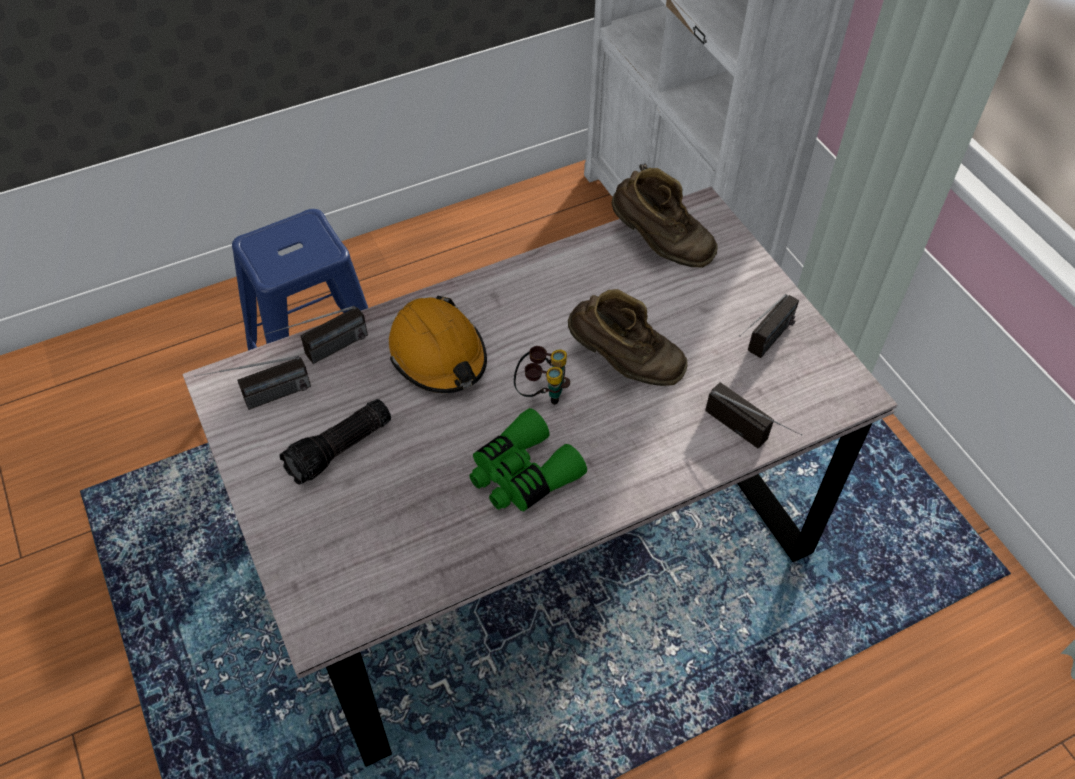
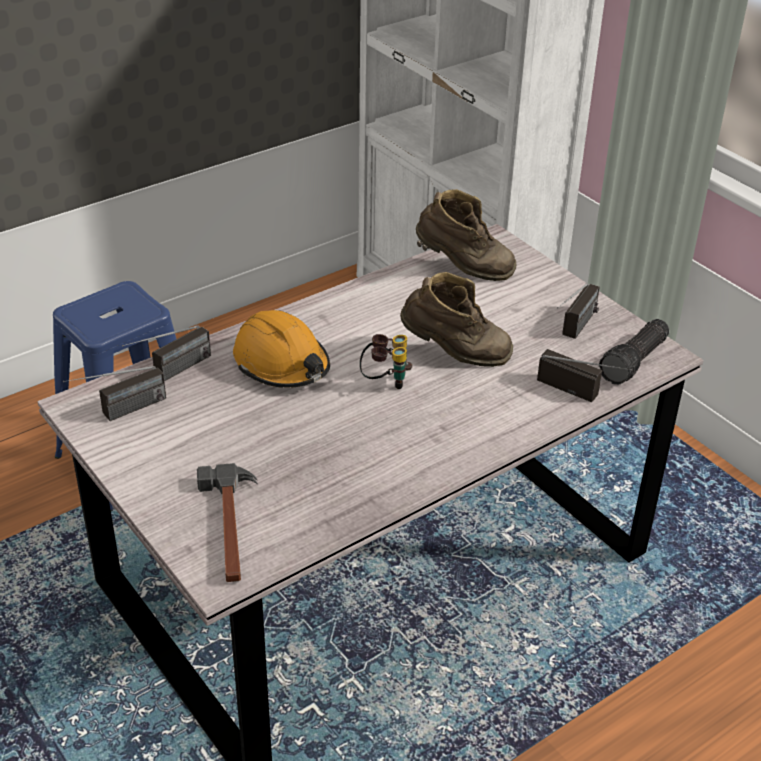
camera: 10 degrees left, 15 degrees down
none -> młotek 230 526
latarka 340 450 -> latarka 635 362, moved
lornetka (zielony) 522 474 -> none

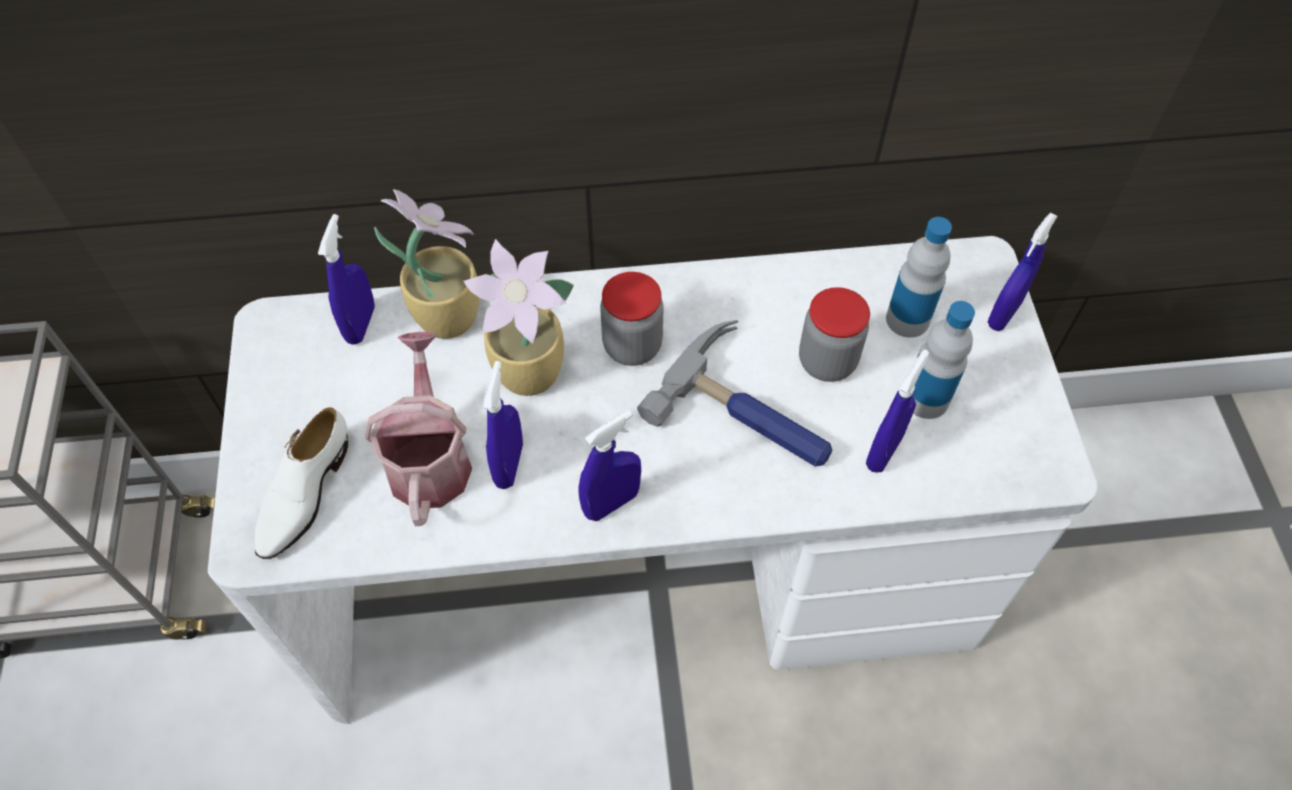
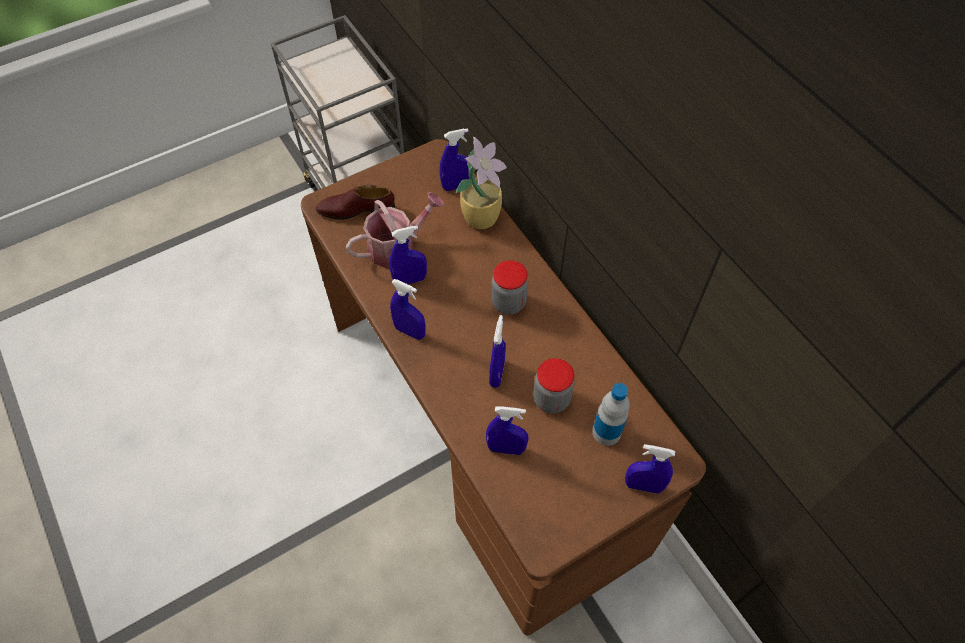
camera: 65 degrees right, 0 degrees up
biurko (biały) 645 569 -> biurko (brązowy) 483 428
but (biały) 304 494 -> but (brązowy) 356 210
młotek 751 412 -> spryskiwacz (niebieski) 497 373
roślina doniczkowa 532 375 -> none
butelka 926 399 -> none

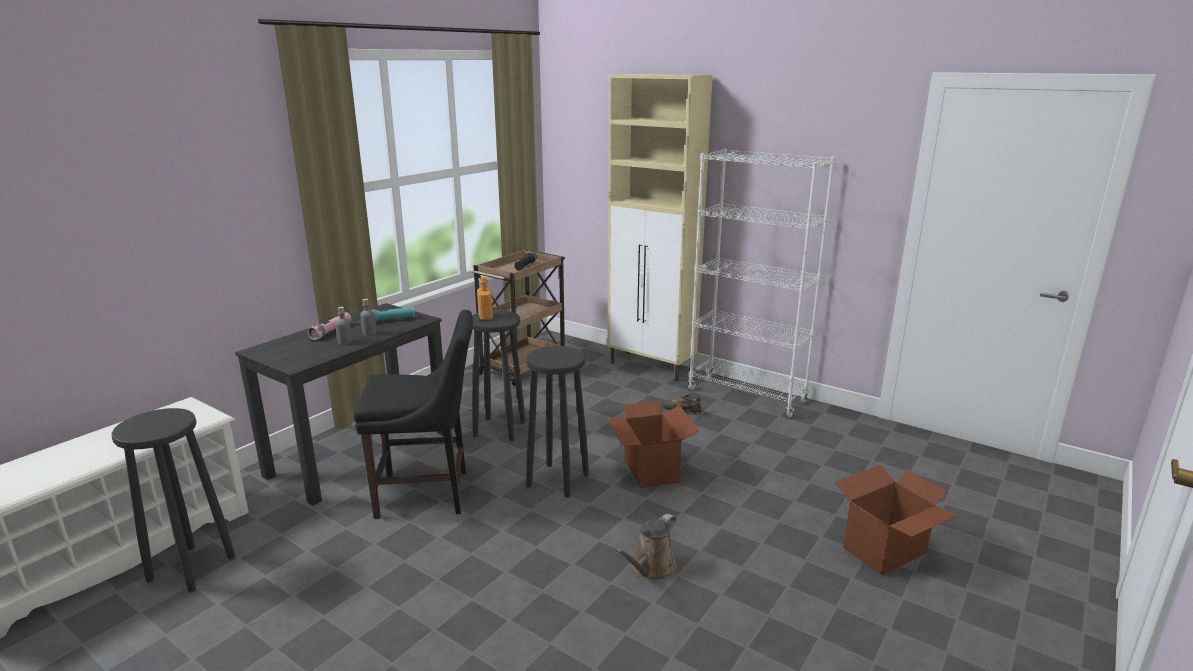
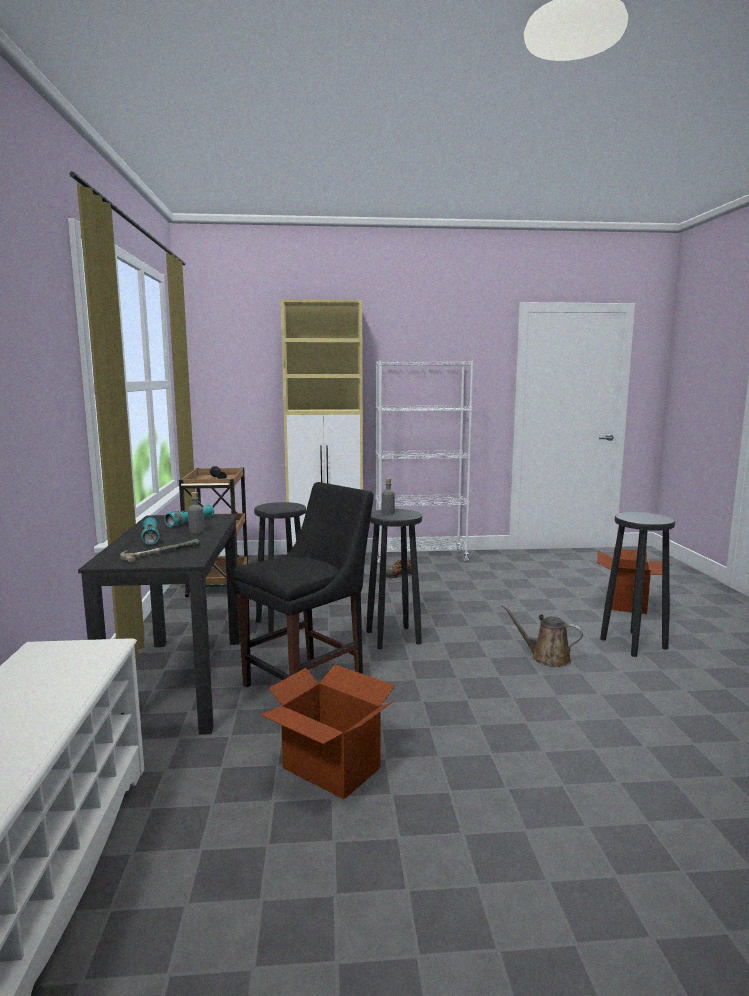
camera: 40 degrees left, 10 degrees down
none -> młotek 159 552
latarka (różowy) 331 331 -> latarka (turkusowy) 151 538
karton 650 471 -> karton 330 769, moved
butelka (szary) 345 342 -> butelka (szary) 388 513, moved
konewka (brązowy) 651 569 -> konewka (brązowy) 546 658, 120 degrees clockwise
stołek (czarny) 190 569 -> stołek (czarny) 634 644, moved
butelka (pomarańczowy) 485 317 -> none

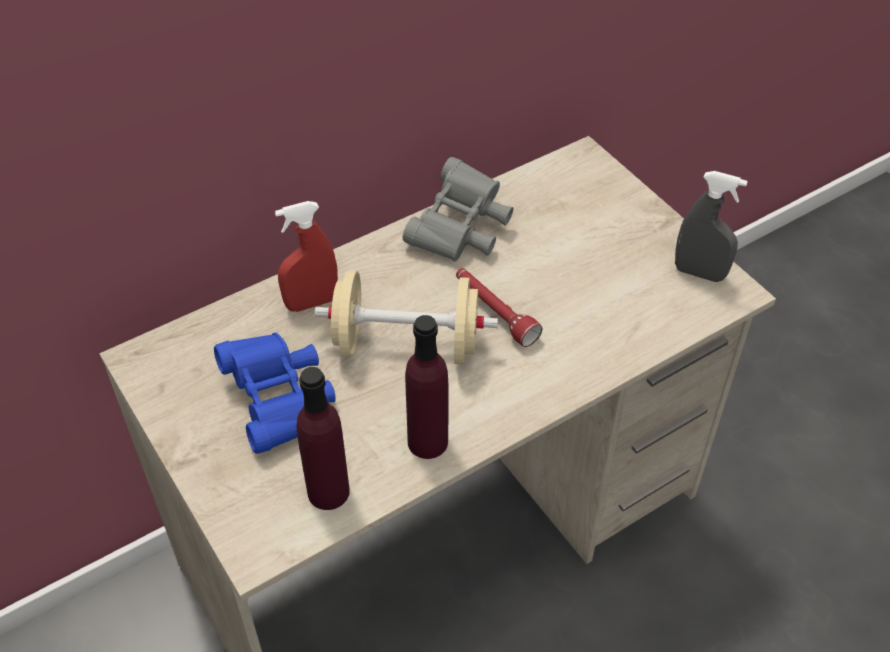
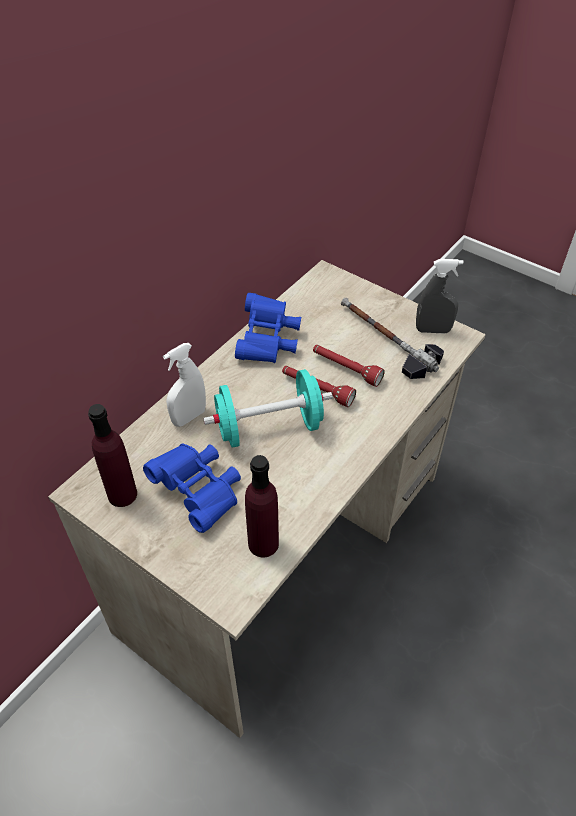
camera: 20 degrees left, 0 degrees up
butelka (fioletowy) 427 442 -> butelka (fioletowy) 122 494, moved
spryskiwacz (czerwony) 311 303 -> spryskiwacz (biały) 189 417
hantel (beżowy) 407 345 -> hantel (turkusowy) 269 427
lornetka (szary) 460 230 -> lornetka (niebieski) 268 341
none -> latarka (czerwony) 346 369
none -> młotek 385 340

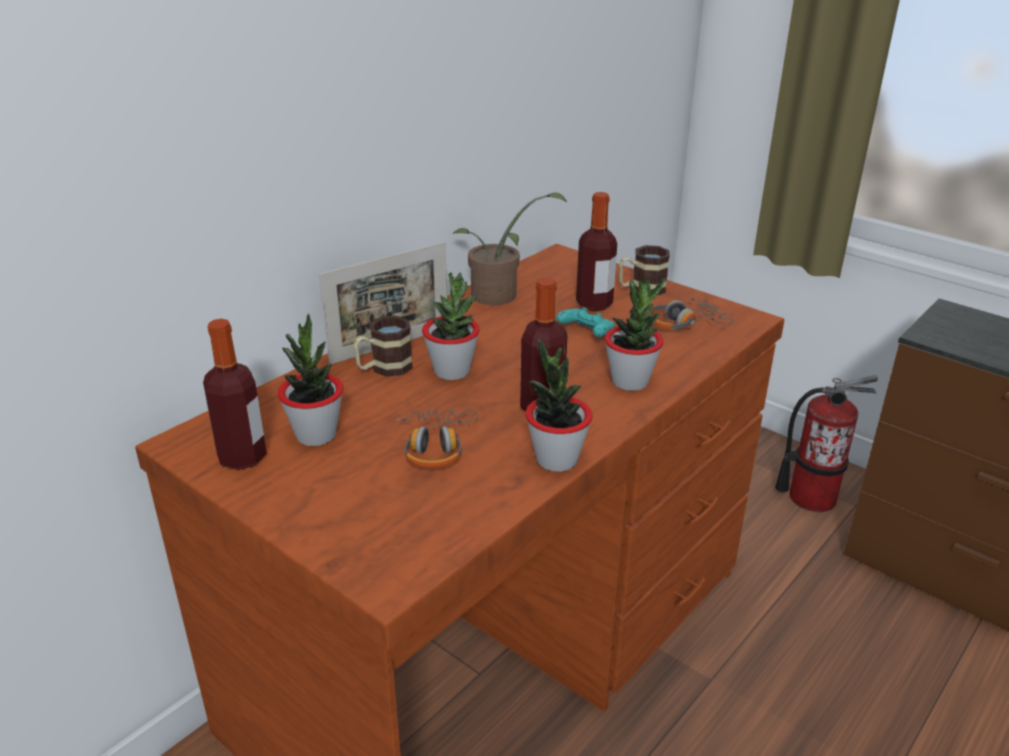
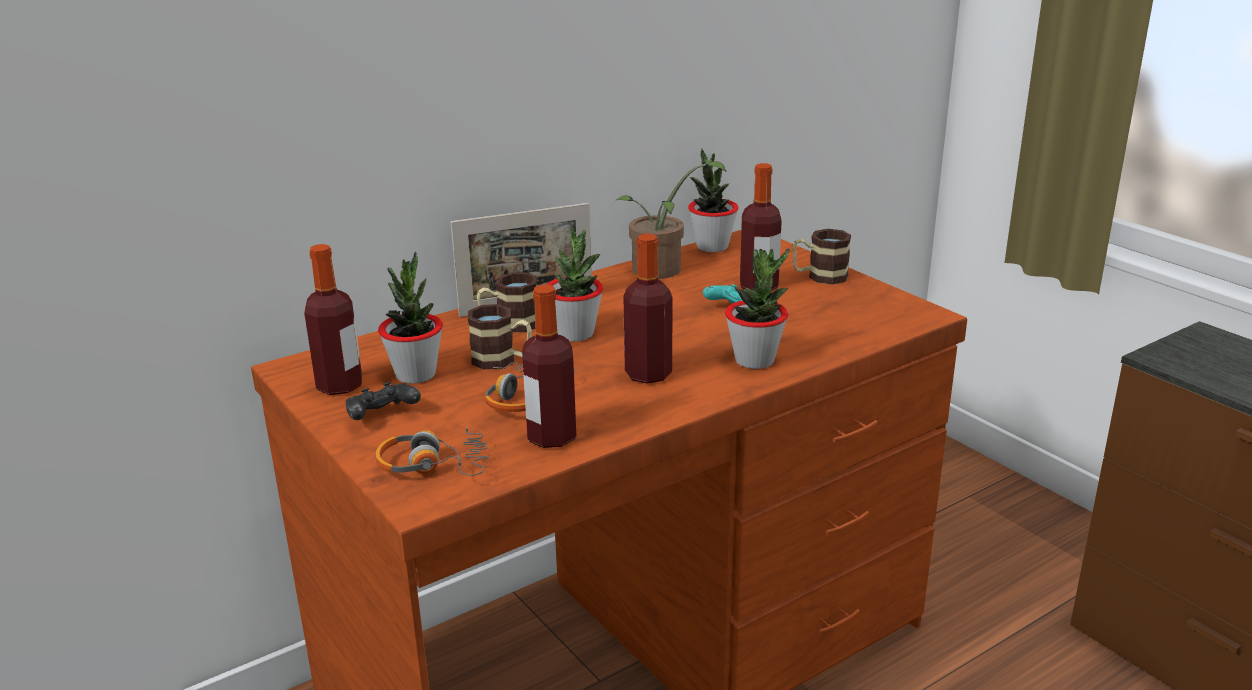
camera: 15 degrees right, 5 degrees down
none -> pad do gier (czarny) 382 416
słuchawki 685 323 -> słuchawki 433 465, moved
none -> kubek 502 360
none -> butelka 551 437
roślina doniczkowa 556 459 -> roślina doniczkowa 712 247, moved
gaśnica 811 497 -> none

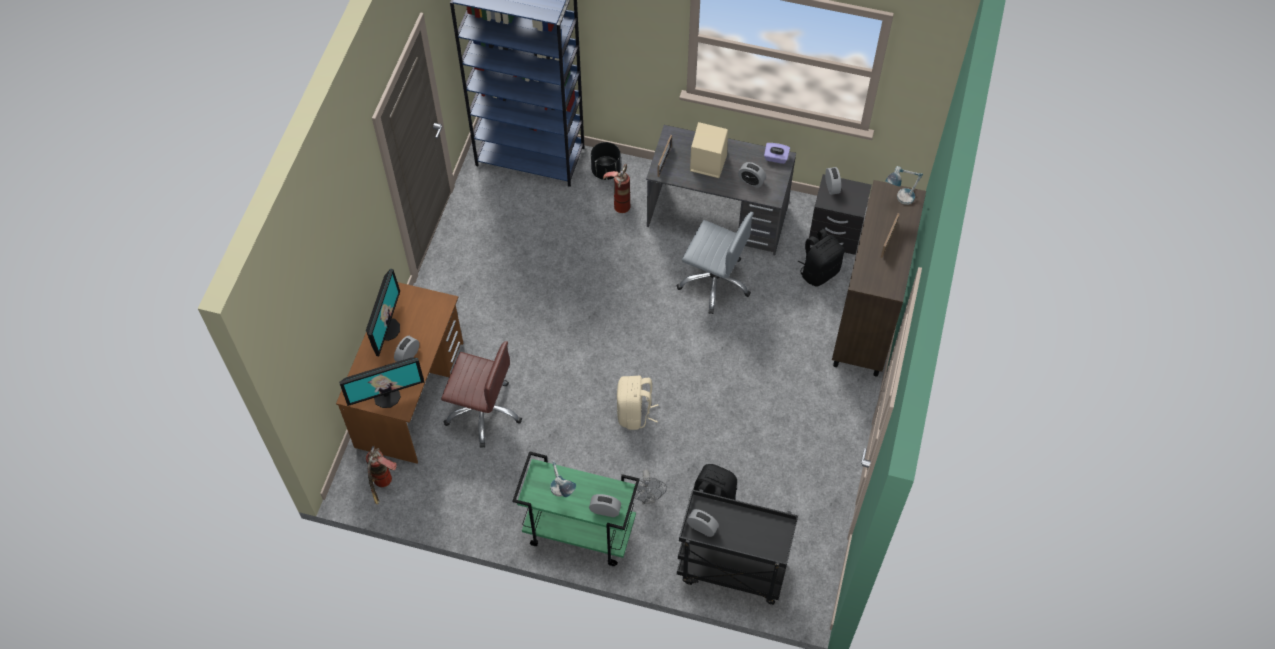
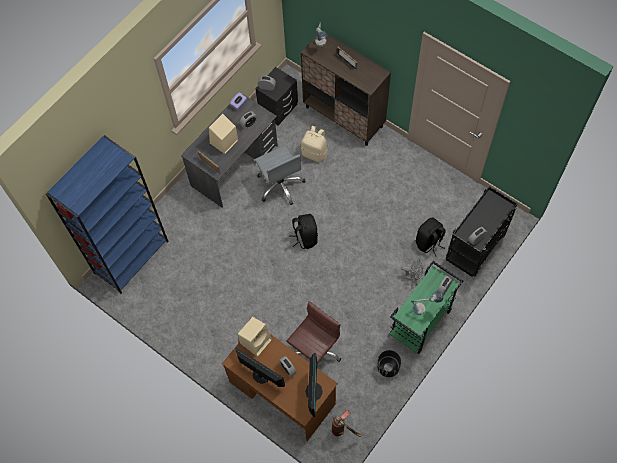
camera: 65 degrees left, 5 degrees up
none -> głośnik (beżowy) 256 340
krzesło biurowe (szary) 714 282 -> krzesło biurowe (szary) 280 185, 105 degrees clockwise
plecak (czarny) 819 271 -> plecak (czarny) 305 237, moved
plecak (beżowy) 634 413 -> plecak (beżowy) 315 153, moved
donica (czarny) 605 170 -> donica (czarny) 388 367, moved
gaśnica 620 201 -> none

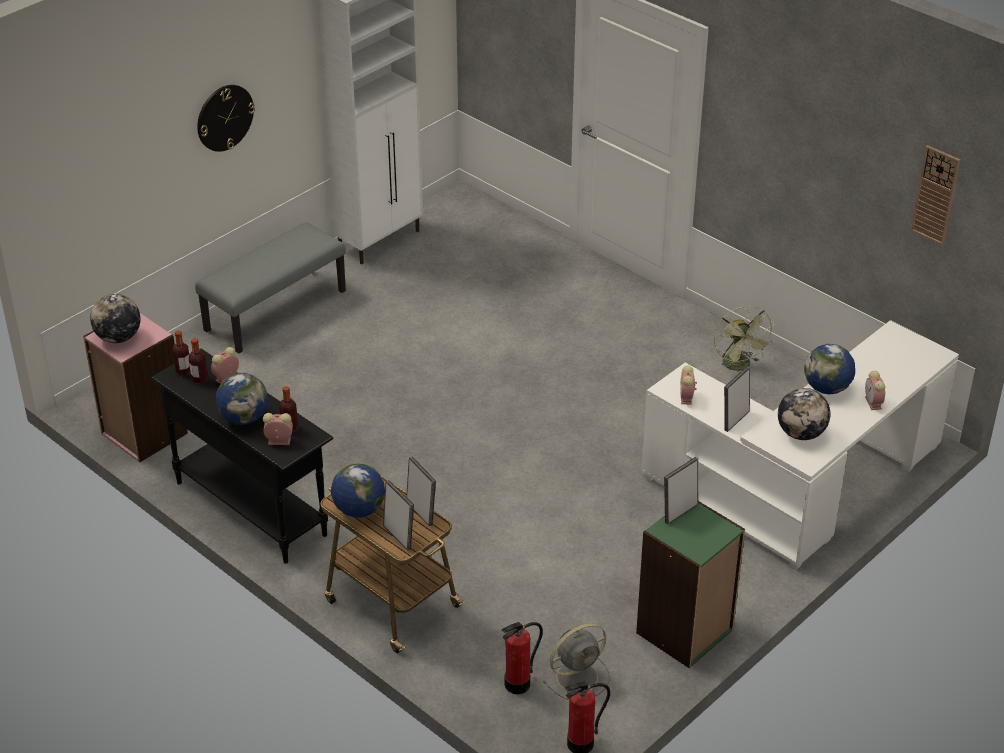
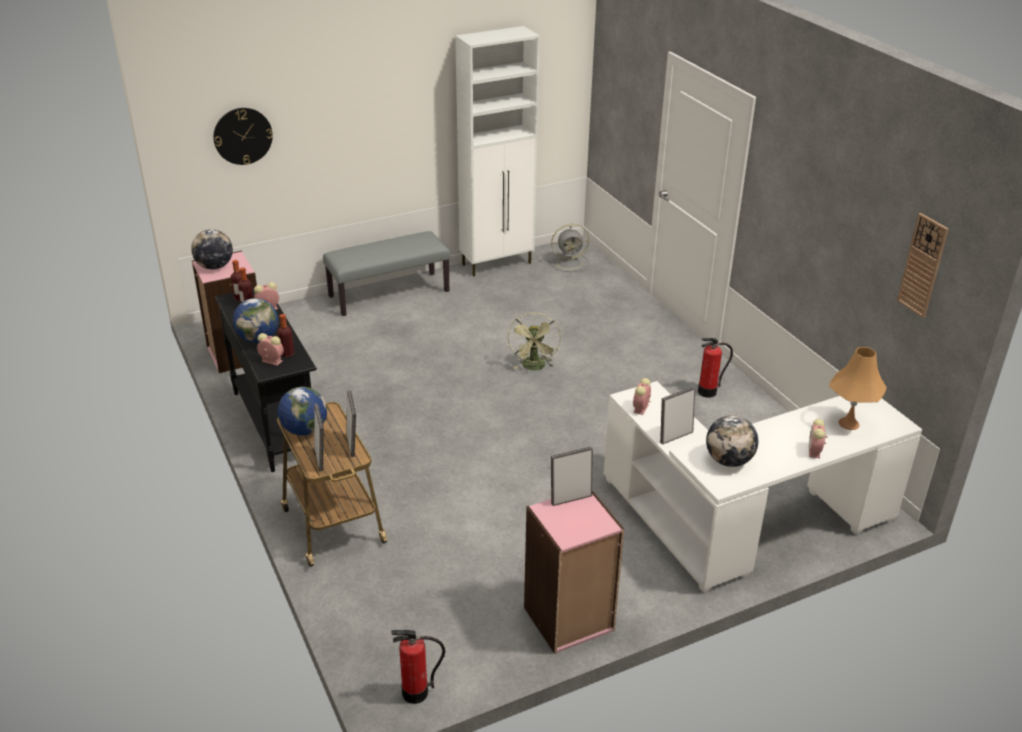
camera: 20 degrees right, 5 degrees down
zegar ścienny 224 117 -> zegar ścienny 243 136, moved
wentylator (zielony) 740 366 -> wentylator (zielony) 534 367, moved
regał (zielony) 685 632 -> regał (różowy) 569 620
wentylator (szary) 578 676 -> wentylator (szary) 570 263, moved
gaśnica 517 684 -> gaśnica 707 392, moved
none -> lampa stołowa (pomarańczowy) 848 423
globus 827 388 -> none

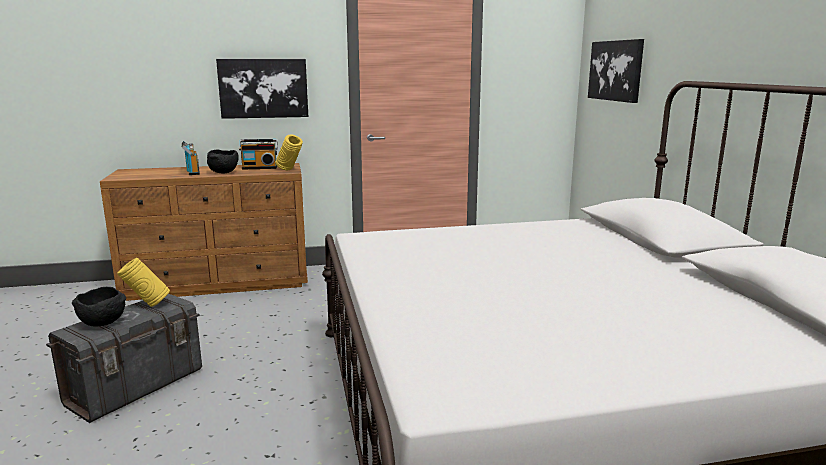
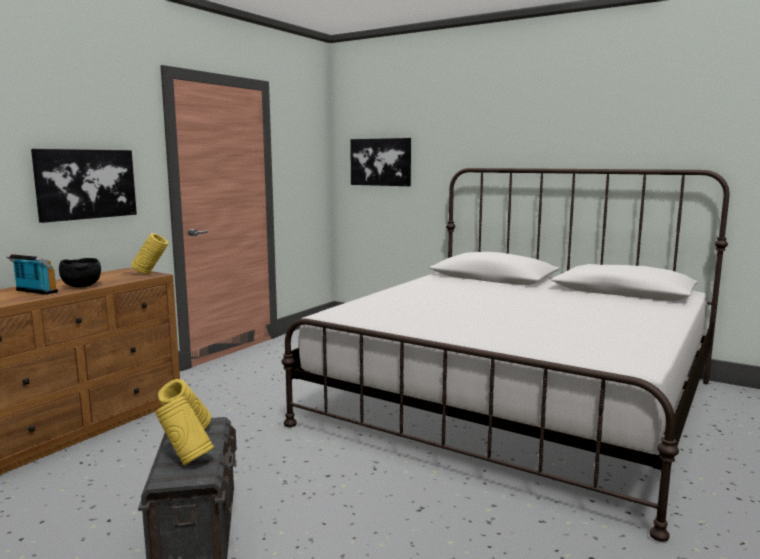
camera: 45 degrees left, 5 degrees down
miska (czarny) 104 323 -> wazon (żółty) 186 460
radio 260 168 -> none

